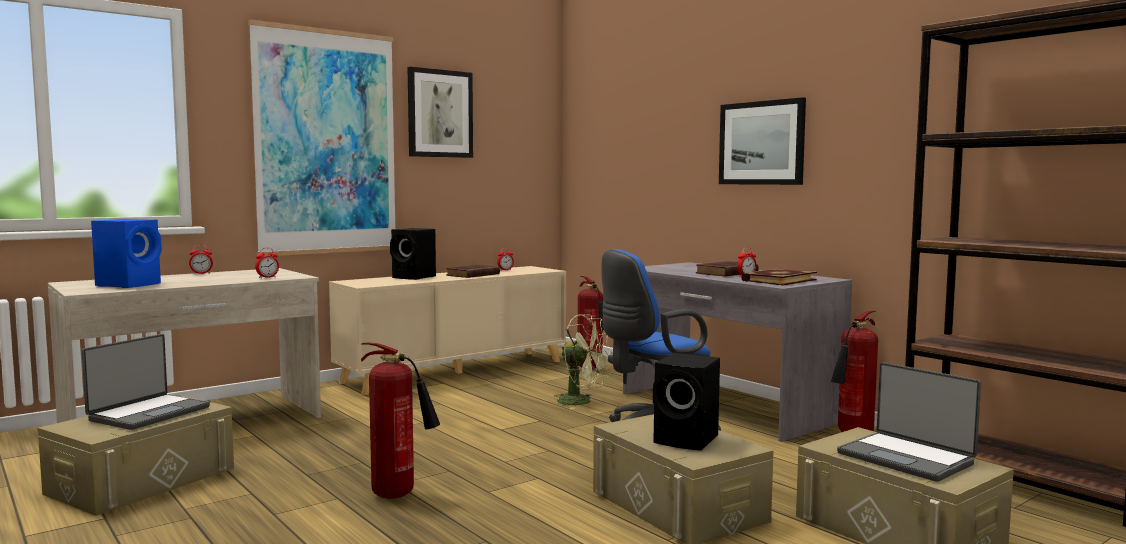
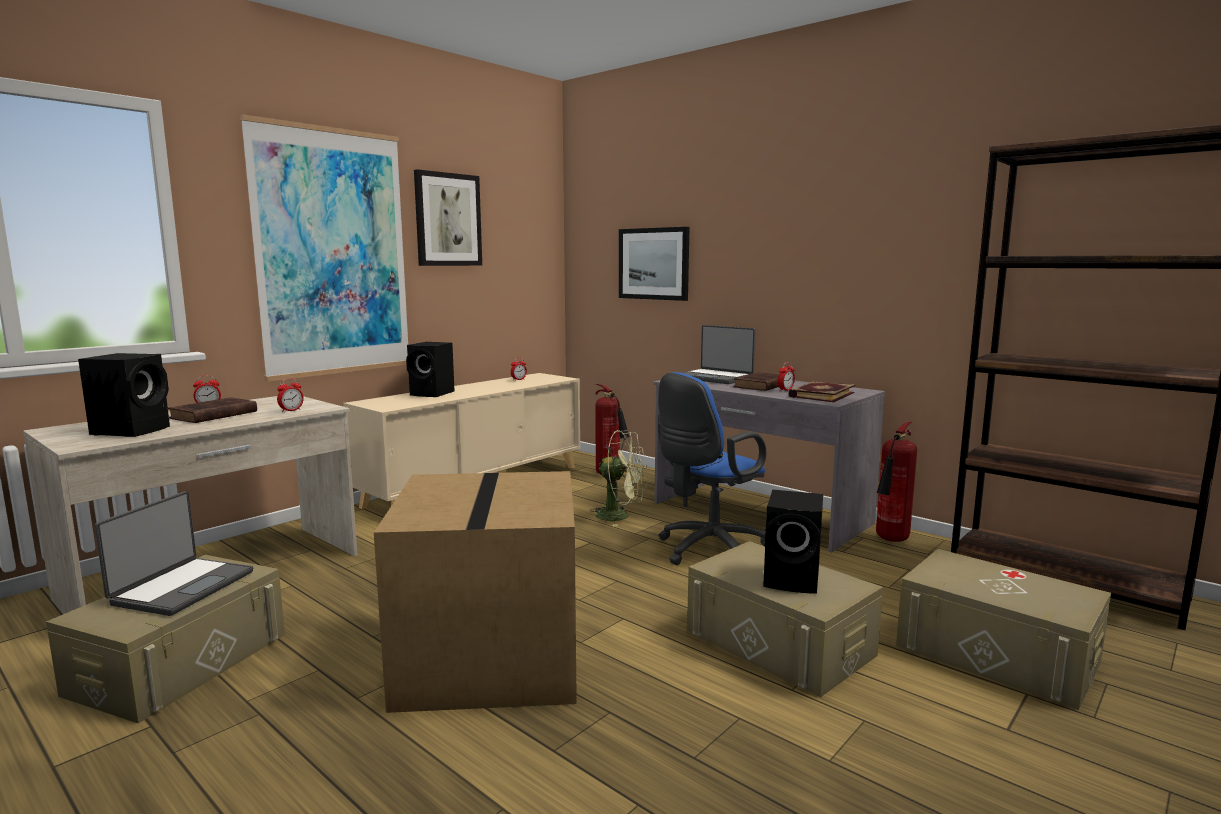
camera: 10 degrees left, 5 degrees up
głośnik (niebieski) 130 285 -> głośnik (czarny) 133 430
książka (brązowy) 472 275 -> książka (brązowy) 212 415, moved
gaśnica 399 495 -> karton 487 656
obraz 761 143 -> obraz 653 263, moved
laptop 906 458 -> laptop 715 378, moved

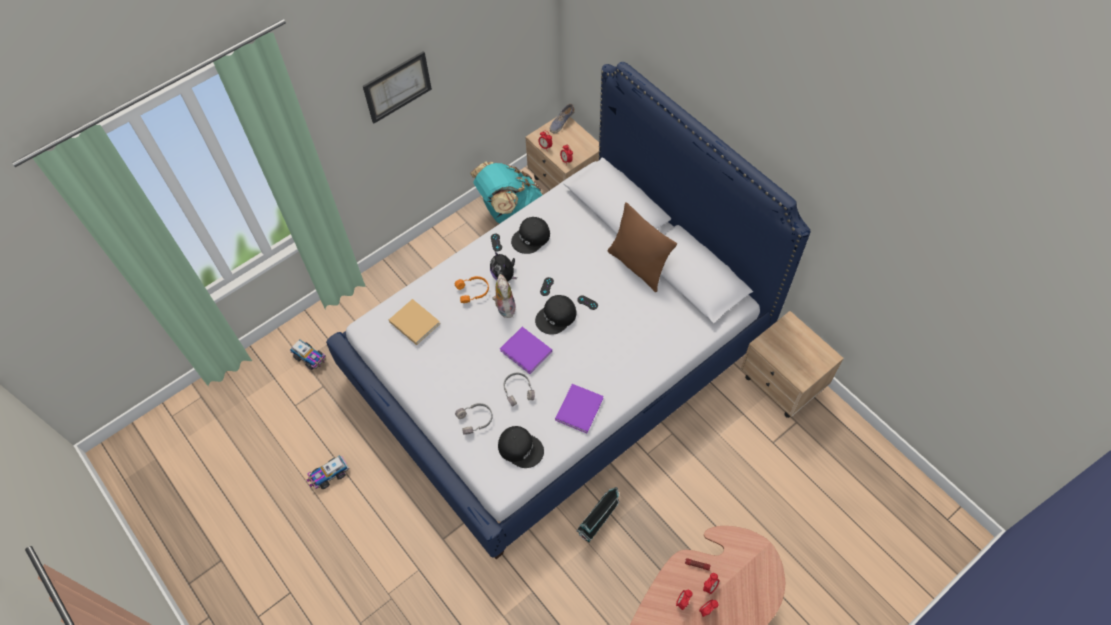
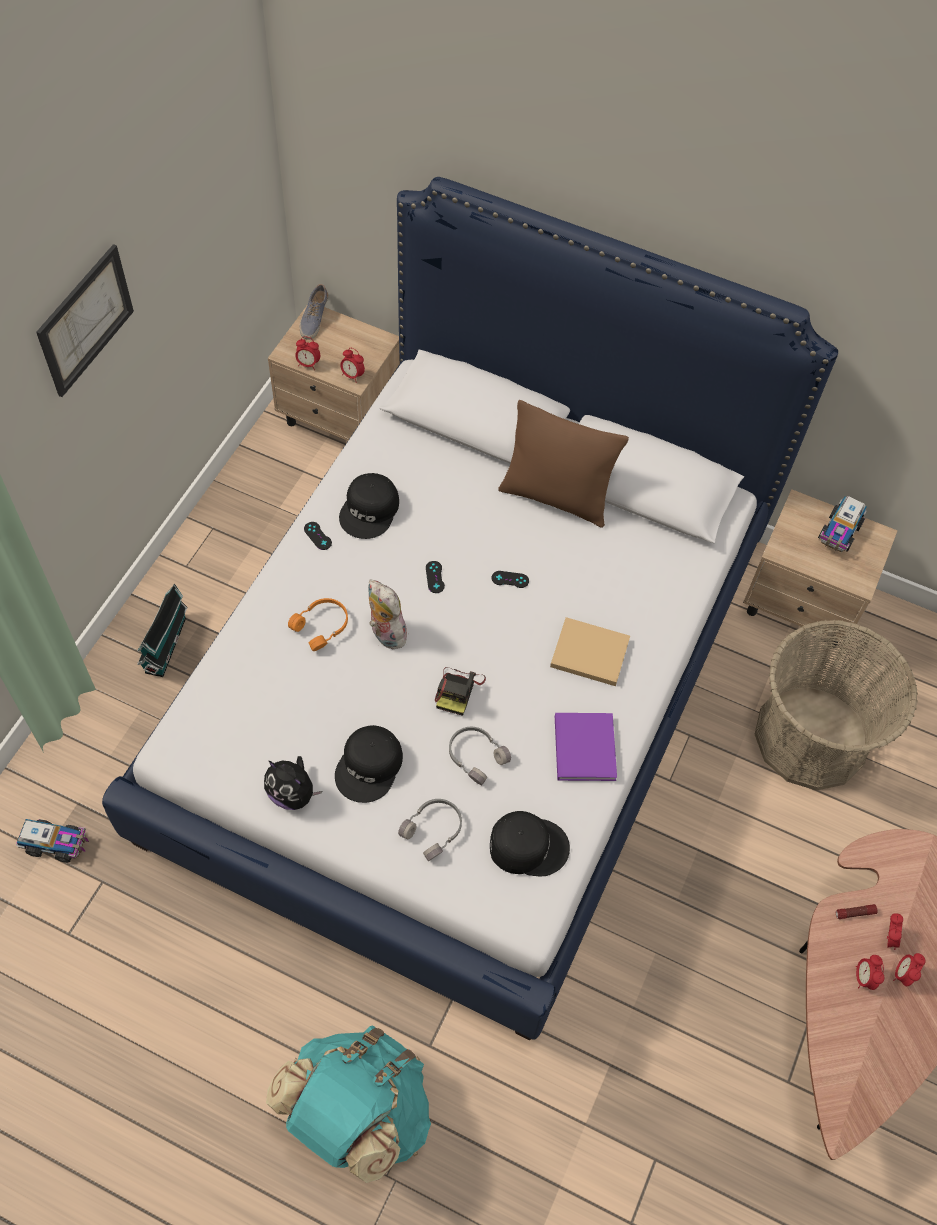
camera: 30 degrees left, 0 degrees up
domek 598 519 -> domek 166 643, moved
pluszak 504 276 -> pluszak 292 793, moved
plecak (turkusowy) 510 213 -> plecak (turkusowy) 357 1112, moved
czapka z daszkiem (czarny) 556 317 -> czapka z daszkiem (czarny) 370 766, moved
książka (fioletowy) 527 352 -> aparat fotograficzny 458 690
książka (beżowy) 413 322 -> książka (beżowy) 587 652, moved
none -> koszyk 811 737
ciężarówka zabawkowa 329 475 -> ciężarówka zabawkowa 839 533, moved

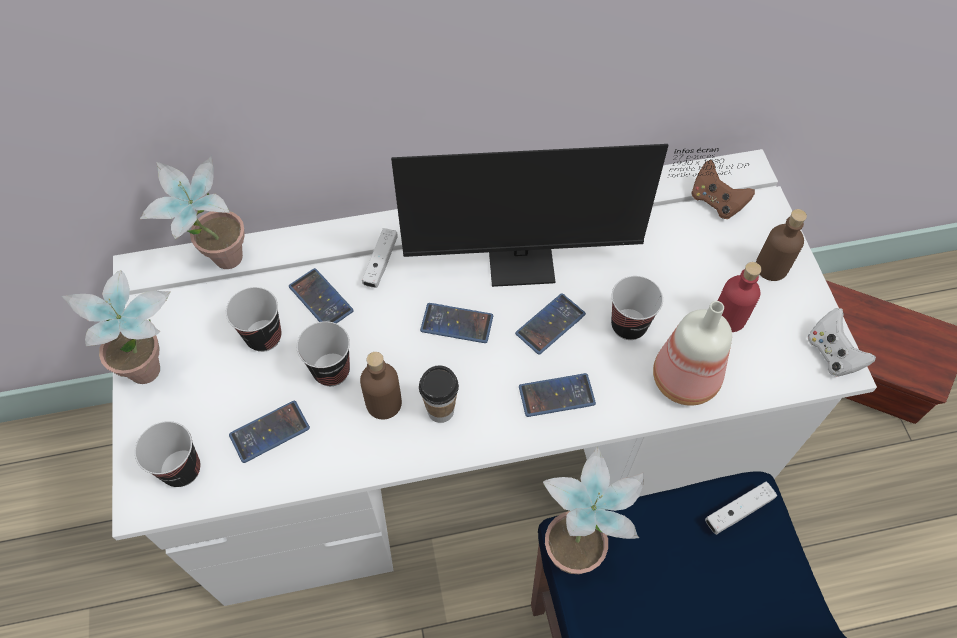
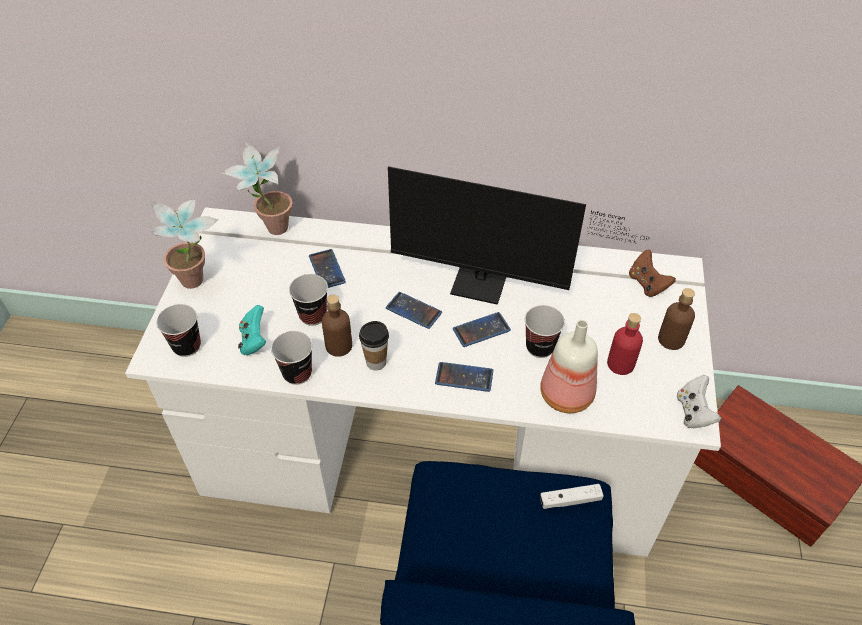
camera: 20 degrees right, 10 degrees down
telefon 269 432 -> pad do gier (turkusowy) 254 341
filiżanka 264 337 -> filiżanka 297 373, moved
pad do gier (biały) 381 263 -> none
roślina doniczkowa 579 546 -> none

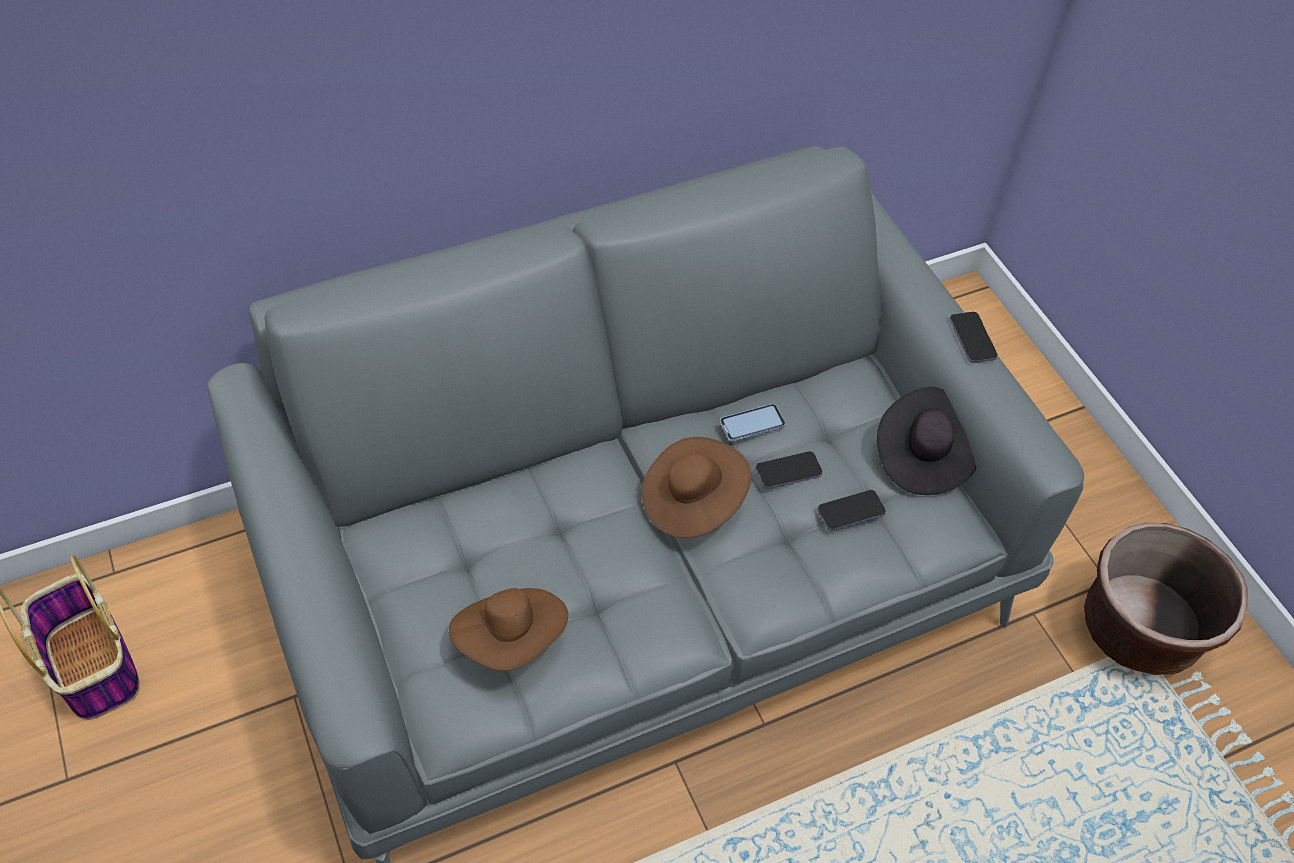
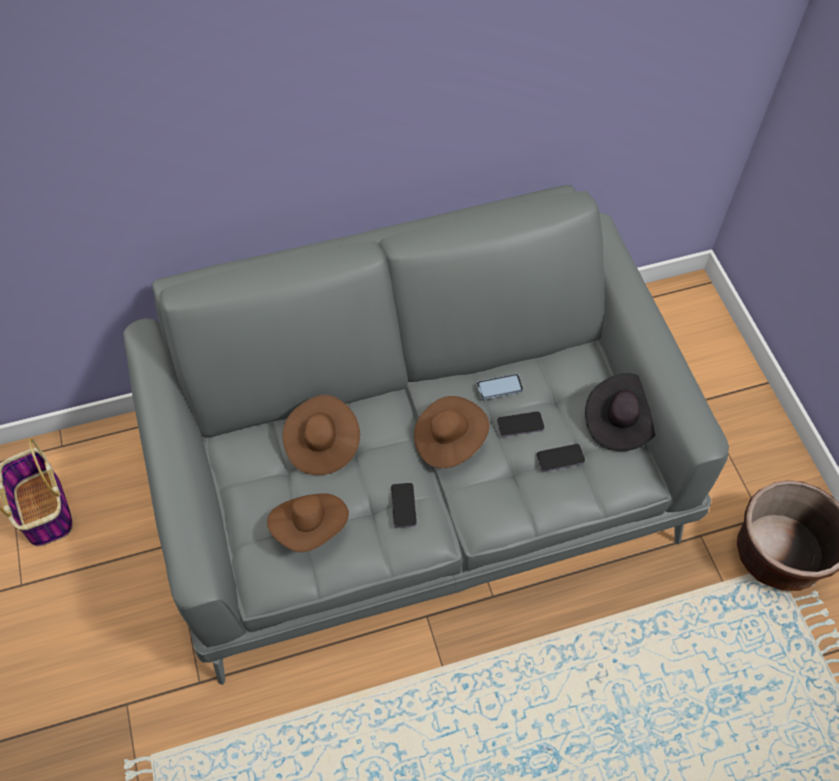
camera: 10 degrees right, 5 degrees up
none -> kapelusz (brązowy) 322 444
telefon 972 339 -> telefon 403 506, moved

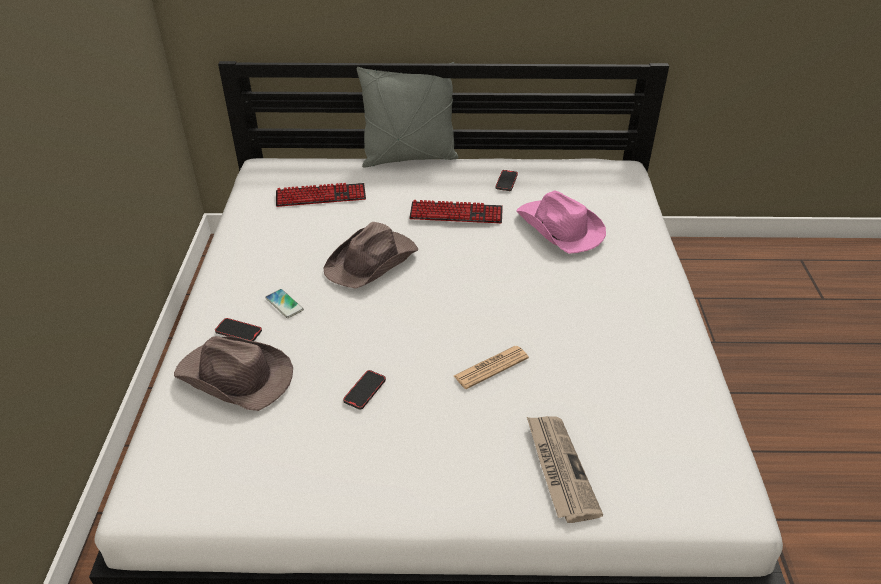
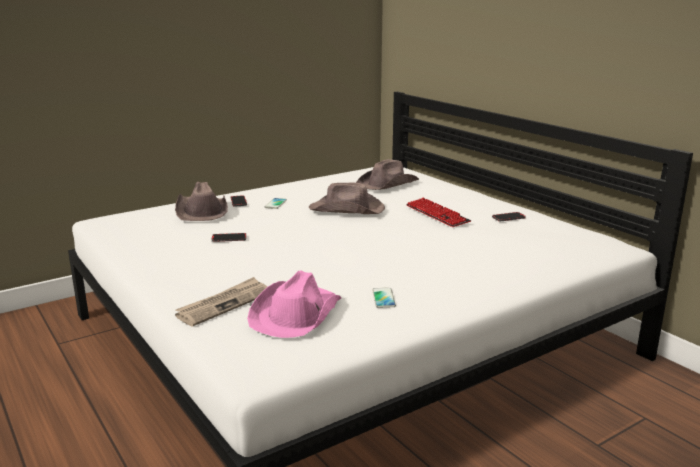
camera: 55 degrees right, 20 degrees down
kapelusz (różowy) 559 228 -> kapelusz (różowy) 295 314, moved
klawiatura 321 196 -> kapelusz (brązowy) 388 184
none -> telefon 383 298
poduszka (szary) 409 158 -> none
gazeta 491 367 -> none

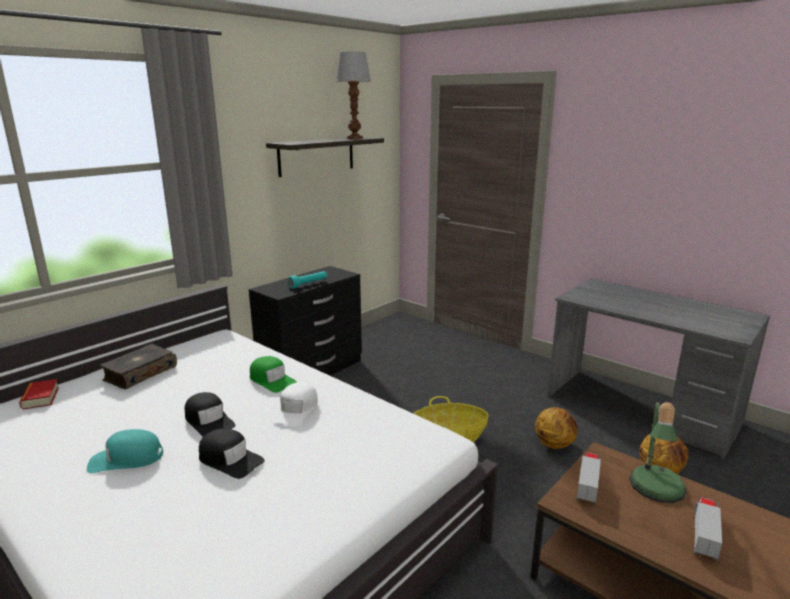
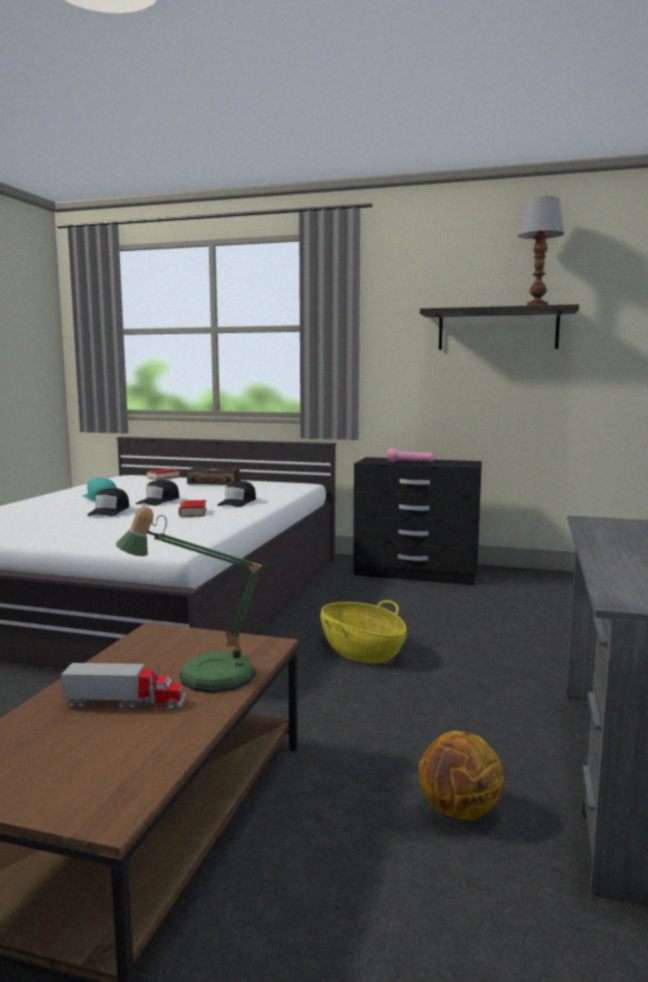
camera: 65 degrees right, 10 degrees down
czapka z daszkiem (biały) 296 410 -> książka 193 512
czapka z daszkiem (zielony) 272 380 -> czapka z daszkiem (czarny) 238 502
latarka (turkusowy) 308 284 -> latarka (różowy) 410 463
piłka do koszykówki 554 444 -> none
ciężarówka zabawkowa 588 482 -> none

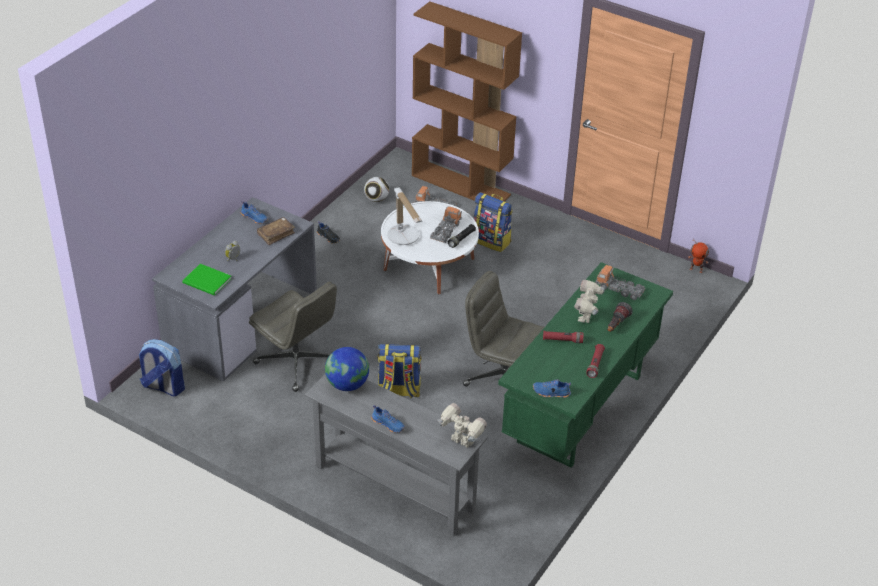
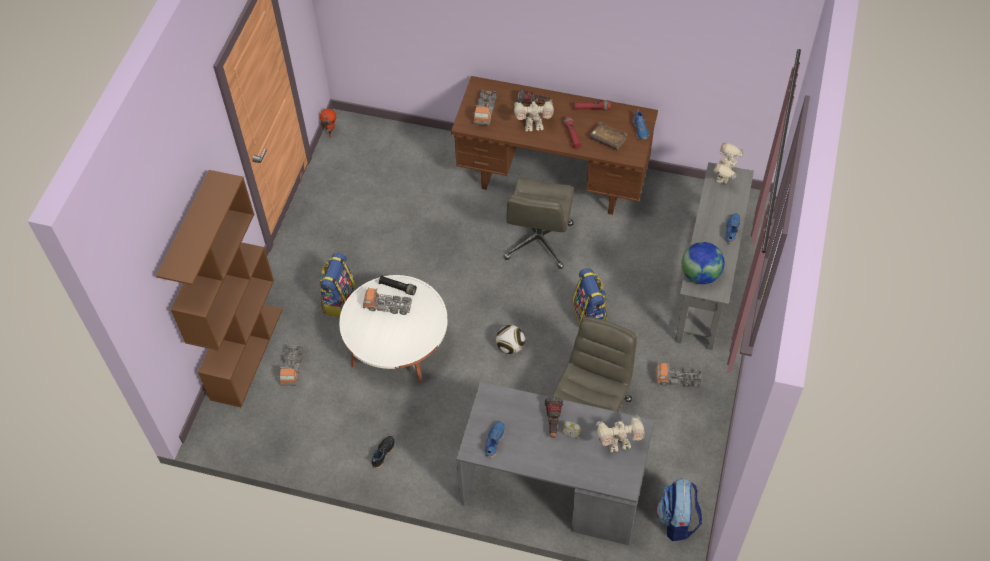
camera: 105 degrees left, 15 degrees up
biurko (zielony) 580 410 -> biurko (brązowy) 554 180
piłka futbolowa 376 199 -> piłka futbolowa 510 347, moved
none -> latarka 553 422
książka (brązowy) 276 234 -> książka (brązowy) 608 140, moved
książka (zielony) 207 282 -> robot zabawkowy 618 443
none -> ciężarówka zabawkowa 677 379
lampa stołowa 405 238 -> none

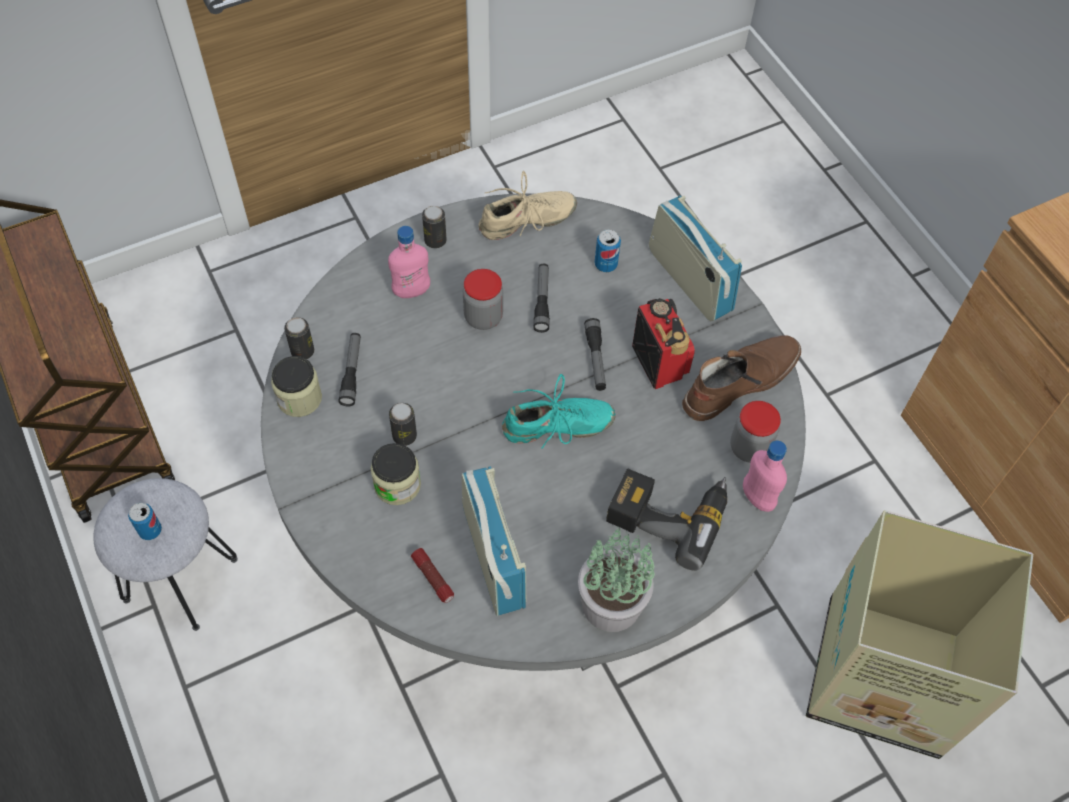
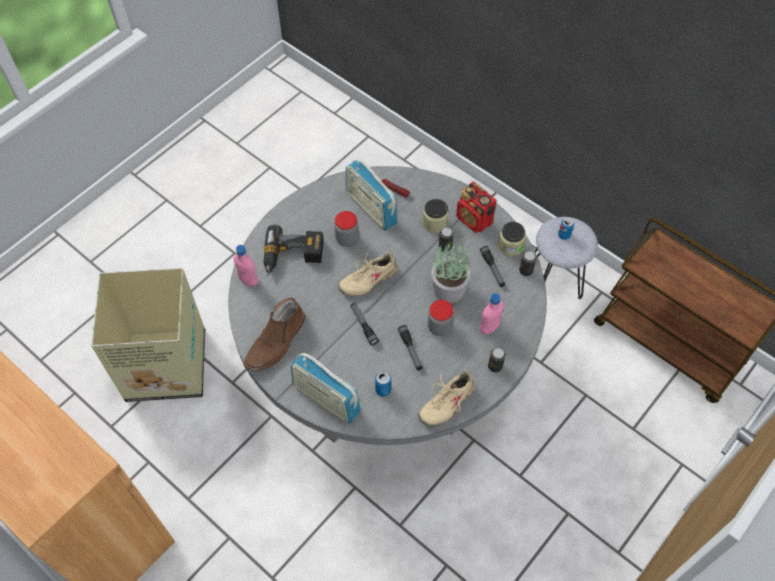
camera: 160 degrees right, 0 degrees up
słoik 749 447 -> słoik 347 239, moved
but (turkusowy) 557 427 -> but (beżowy) 368 279
roślina doniczkowa 610 605 -> roślina doniczkowa 449 288, moved
radio 659 361 -> radio 474 220, moved

